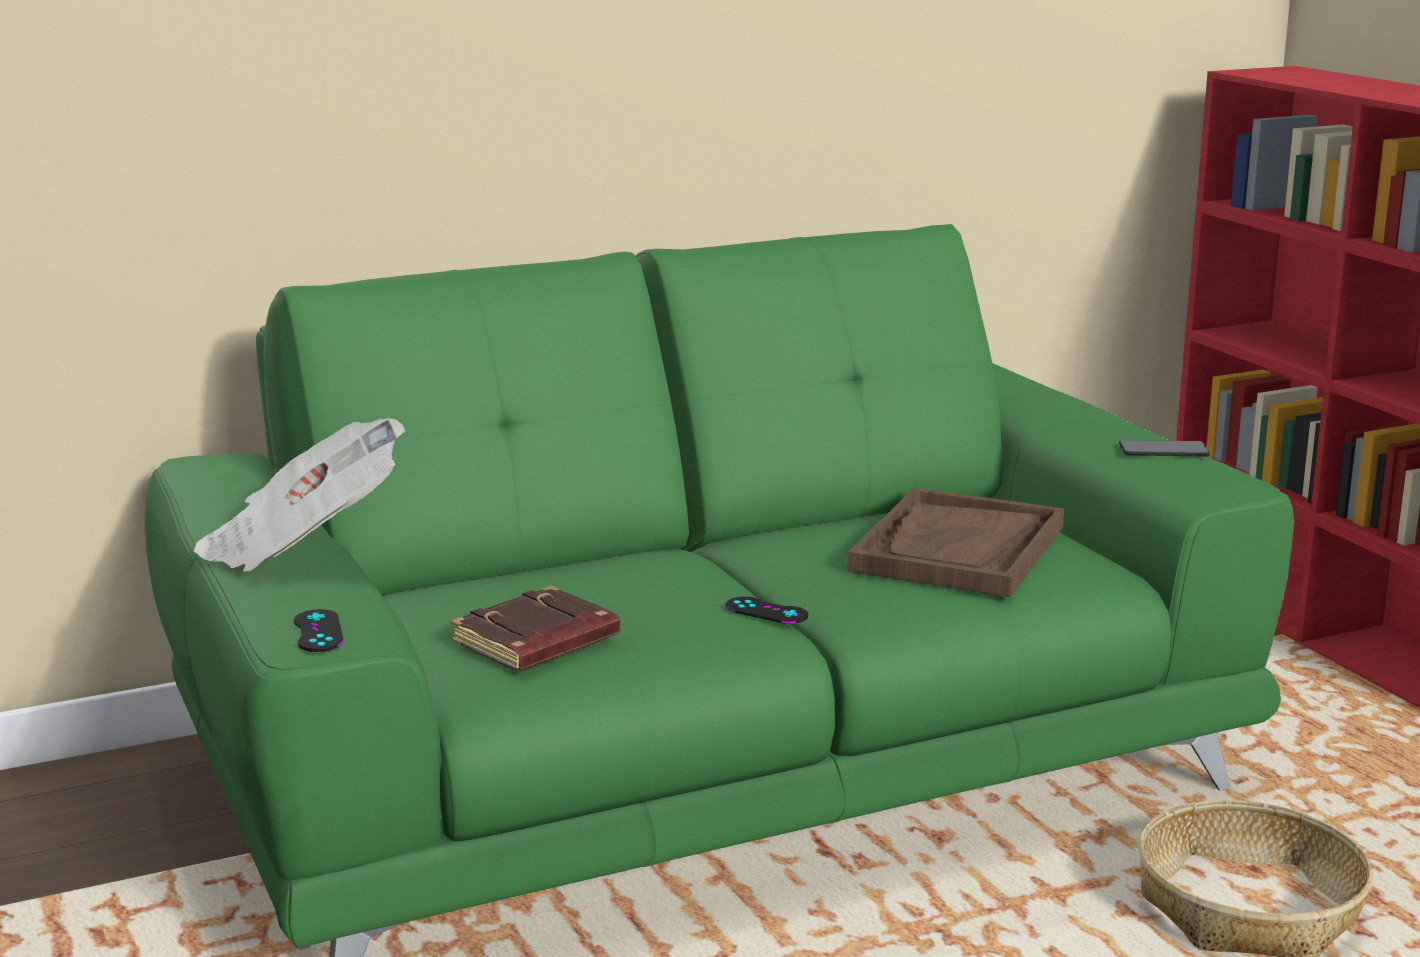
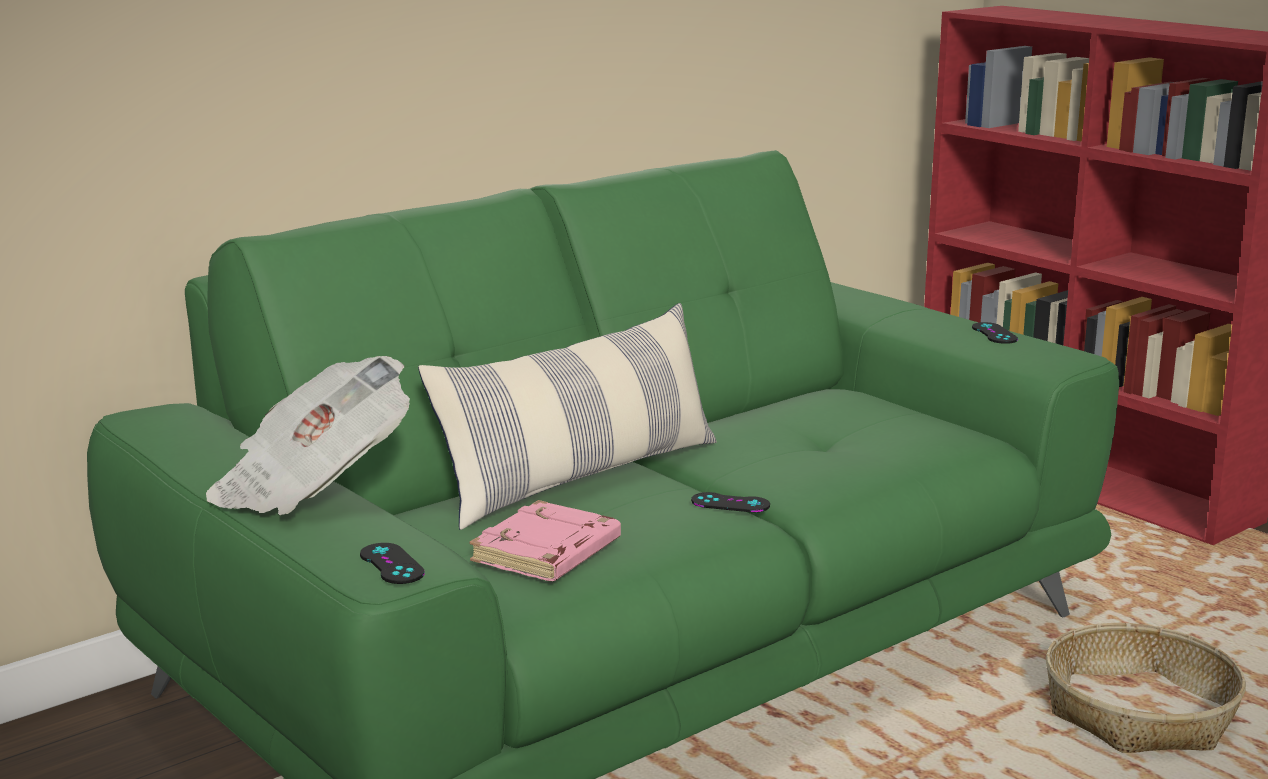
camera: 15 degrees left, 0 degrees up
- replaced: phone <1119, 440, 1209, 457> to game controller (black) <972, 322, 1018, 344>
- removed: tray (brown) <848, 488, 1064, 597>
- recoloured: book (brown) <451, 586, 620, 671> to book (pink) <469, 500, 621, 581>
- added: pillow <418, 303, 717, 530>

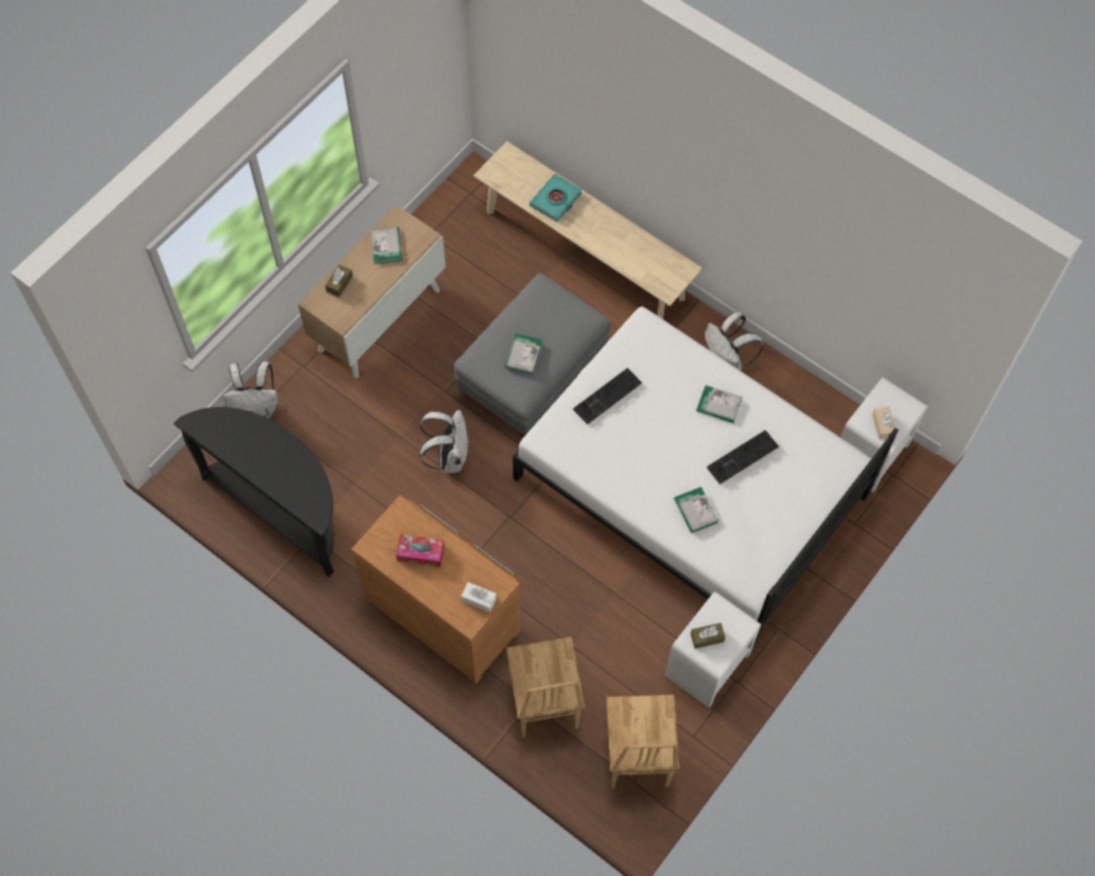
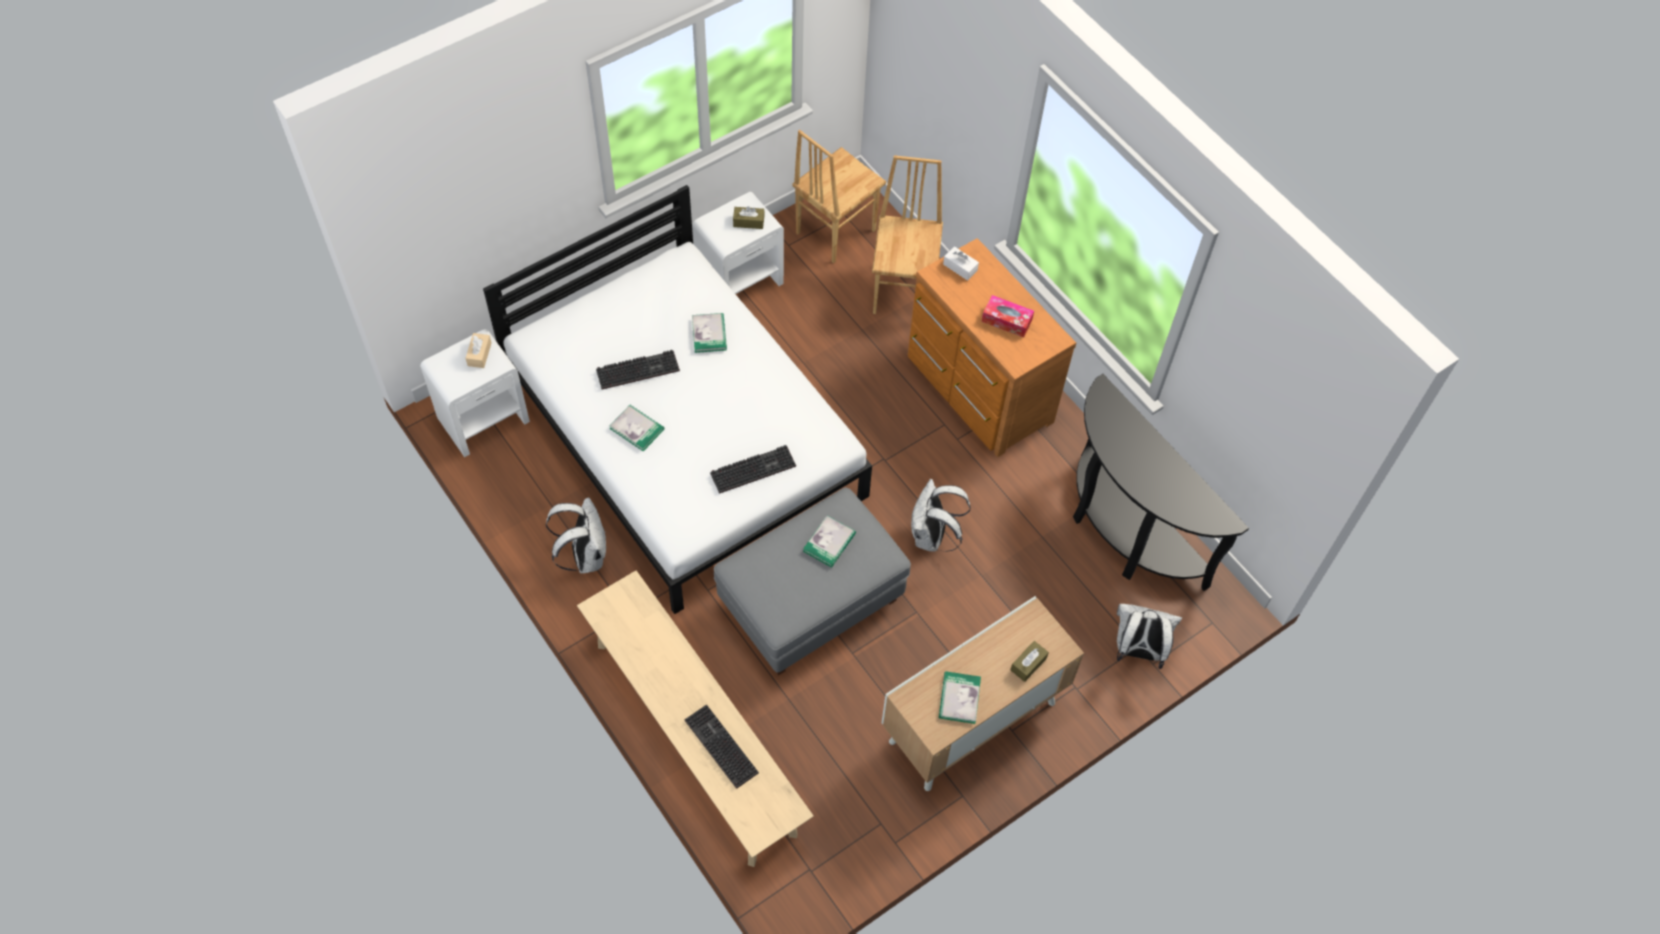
camera: 165 degrees left, 5 degrees down
- replaced: book (turquoise) <529, 174, 582, 222> to keyboard <685, 705, 759, 789>
- turned: chair (brown) <607, 695, 679, 789> = <793, 130, 886, 263> 150 degrees counterclockwise

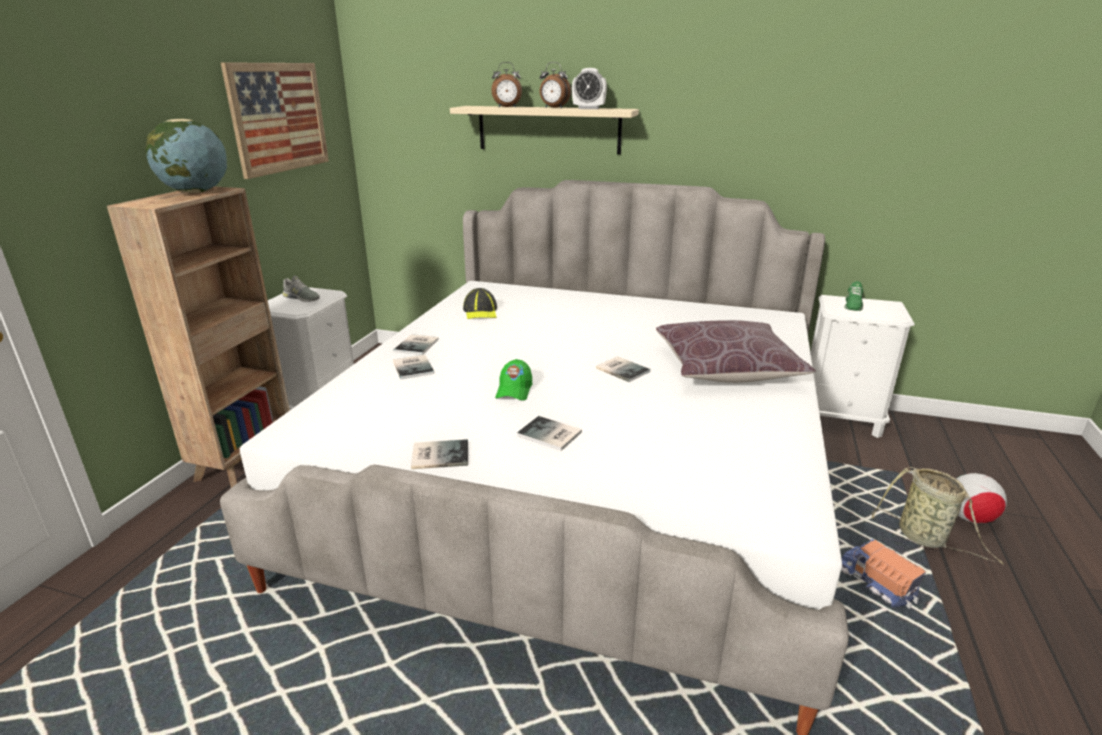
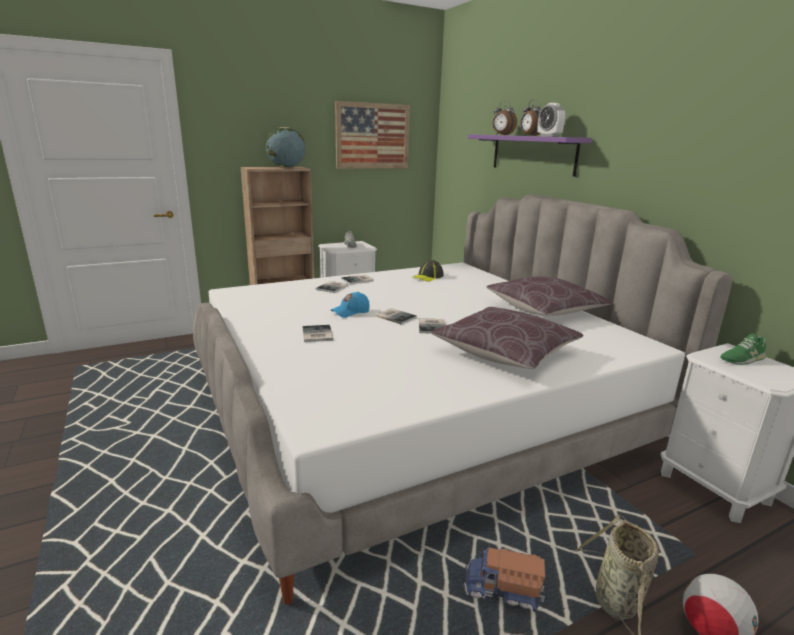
camera: 45 degrees right, 5 degrees down
- recoloured: shelf (beige) <450, 106, 639, 154> to shelf (purple) <468, 134, 592, 177>
- recoloured: cap (green) <495, 359, 532, 401> to cap (blue) <331, 292, 370, 318>
- moved: book <411, 439, 468, 469> to <376, 308, 417, 325>
- turned: toy truck <841, 539, 925, 609> = <462, 547, 545, 612> 90 degrees counterclockwise
- added: pillow (brown) <486, 276, 612, 316>

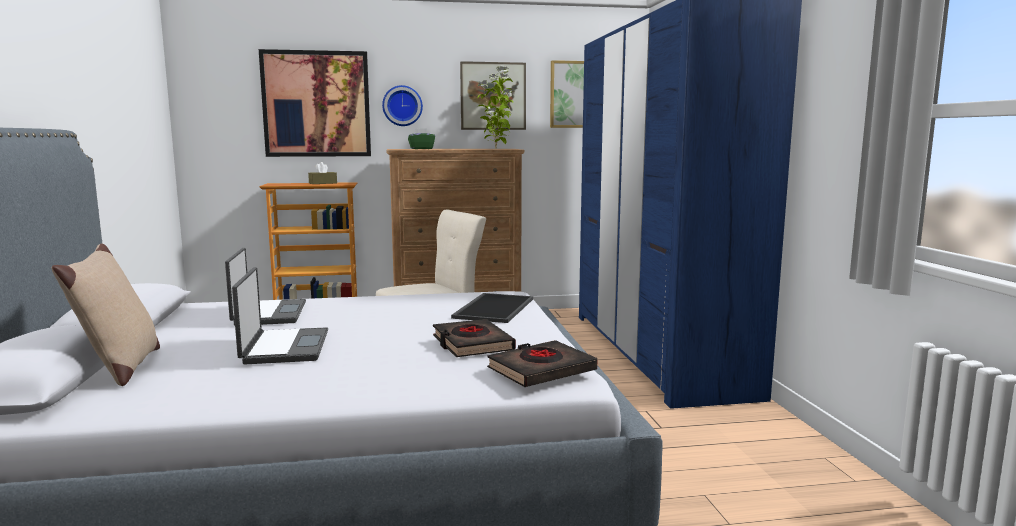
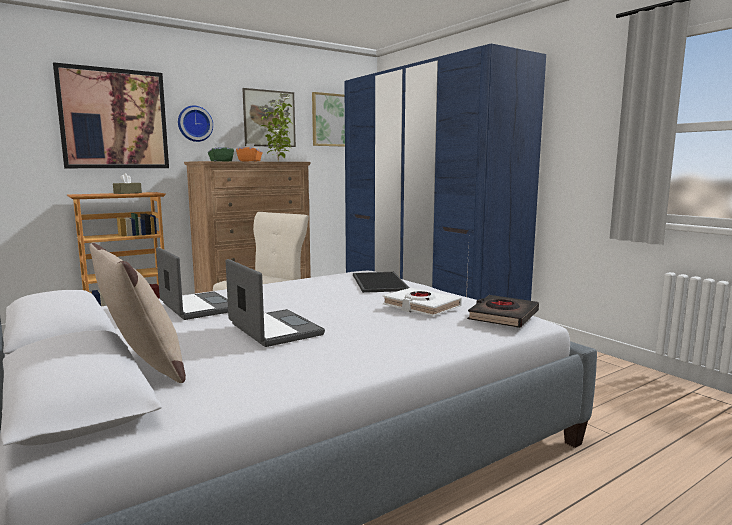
camera: 25 degrees left, 0 degrees up
- recoloured: book (black) <433, 319, 516, 357> to book (white) <383, 288, 462, 316>
- added: tissue box (orange) <236, 143, 263, 161>

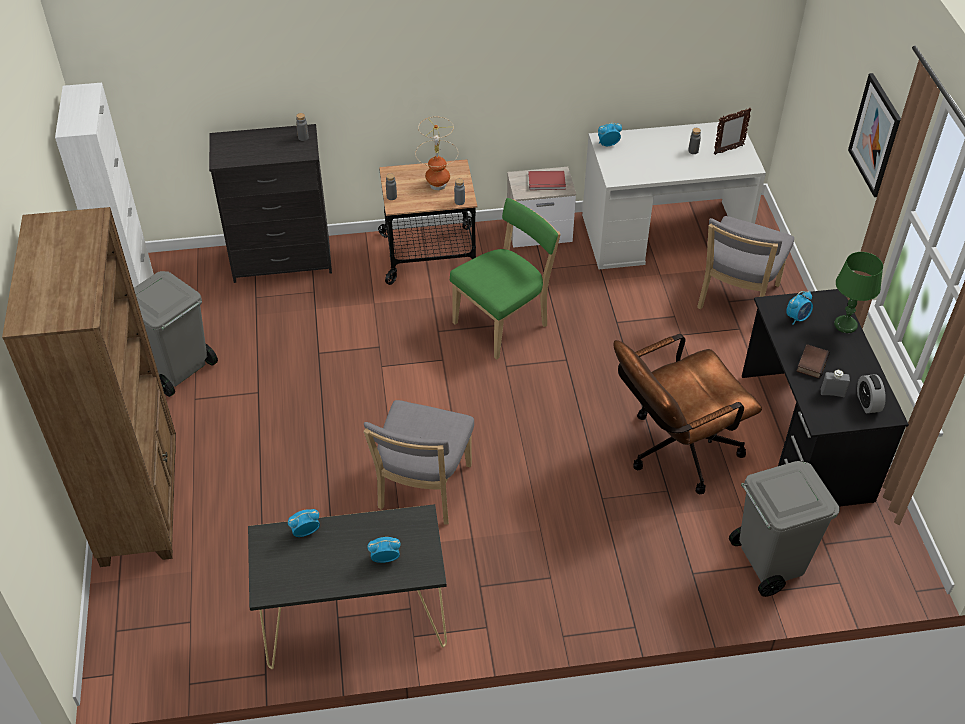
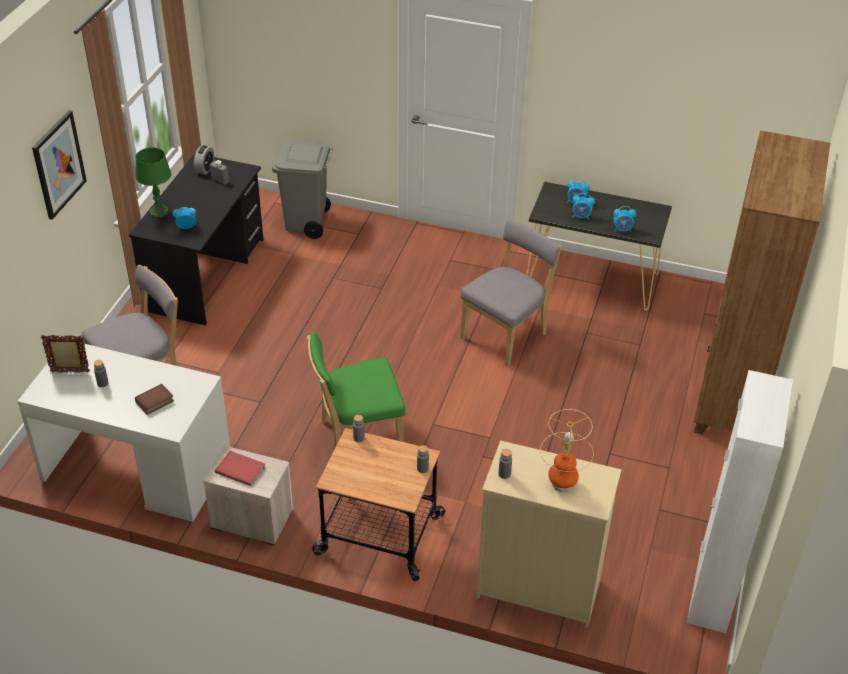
camera: 155 degrees left, 5 degrees down
- moved: table lamp <415, 117, 458, 190> to <540, 409, 594, 492>
- moved: alarm clock <598, 123, 622, 146> to <572, 193, 595, 220>
- recoloured: dresser (black) <209, 124, 332, 283> to dresser (beige) <476, 440, 621, 628>
- removed: trash can (grey) <134, 271, 218, 397>
- removed: office chair (brown) <614, 334, 762, 494>
- moved: book <797, 344, 830, 379> to <135, 384, 174, 415>

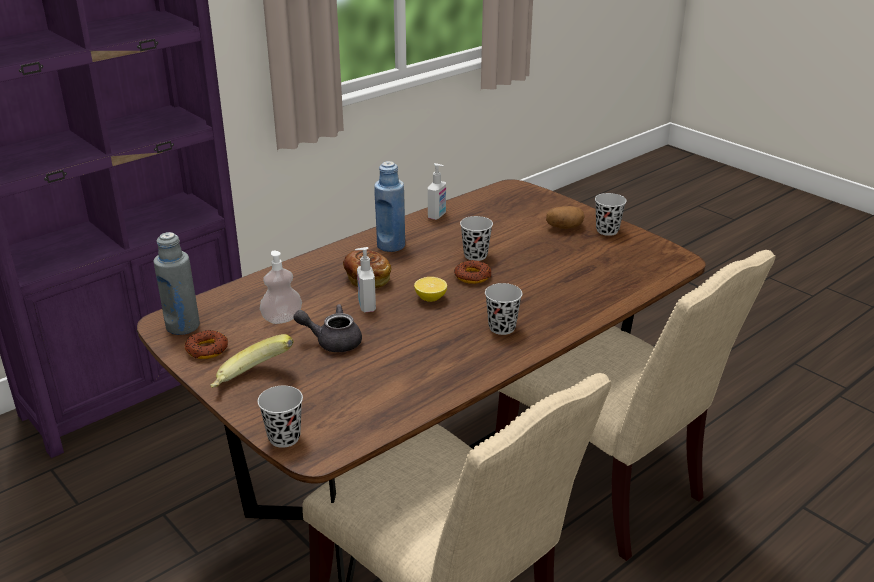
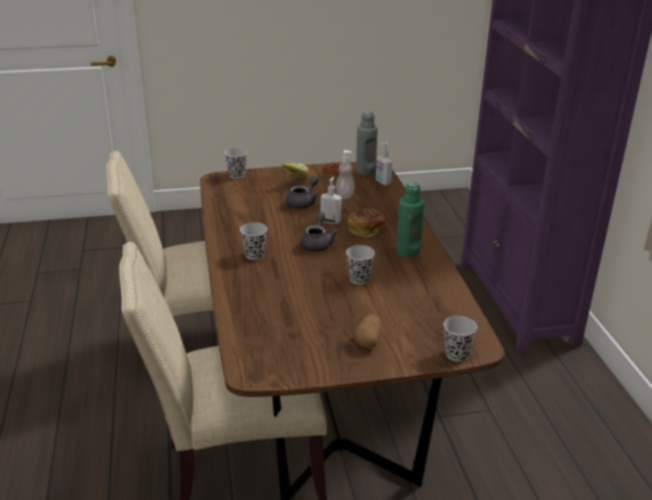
camera: 120 degrees right, 0 degrees up
- recoloured: bottle (blue) <374, 161, 405, 252> to bottle (green) <396, 182, 424, 257>
- moved: soap dispenser <428, 163, 446, 220> to <376, 142, 392, 185>
- moved: cup (black) <595, 193, 627, 236> to <444, 316, 477, 362>
- removed: donut <454, 260, 491, 284>
- replaced: lemon <414, 277, 447, 302> to teapot (grey) <300, 212, 339, 252>

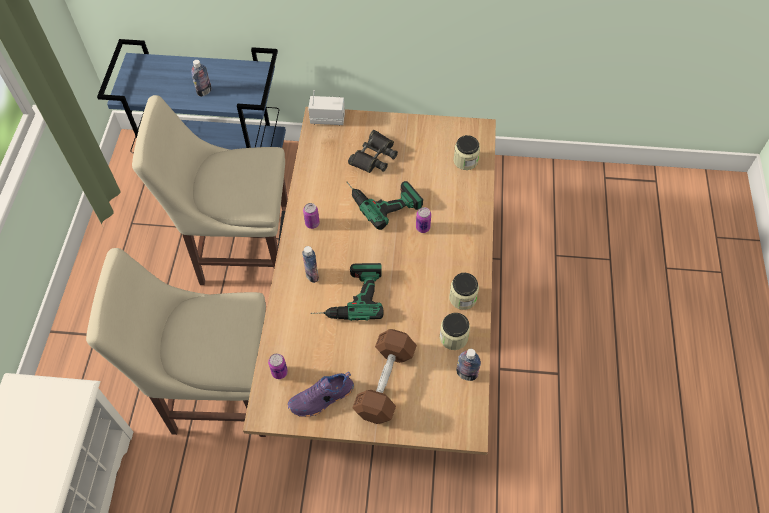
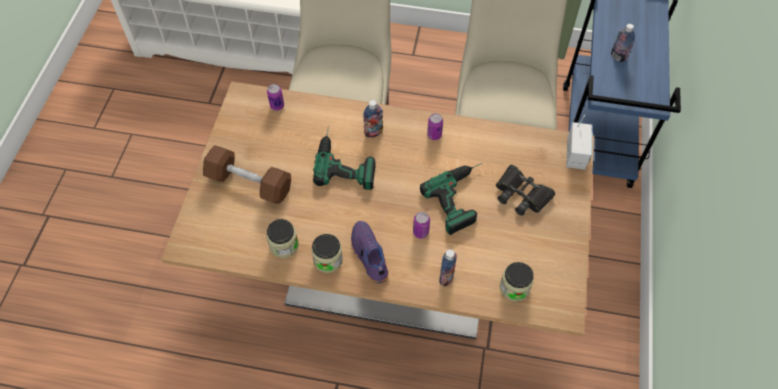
camera: 95 degrees right, 0 degrees up
- moved: bottle <456, 349, 481, 381> to <439, 249, 457, 286>
- moved: shoe (purple) <288, 372, 354, 417> to <351, 221, 389, 283>

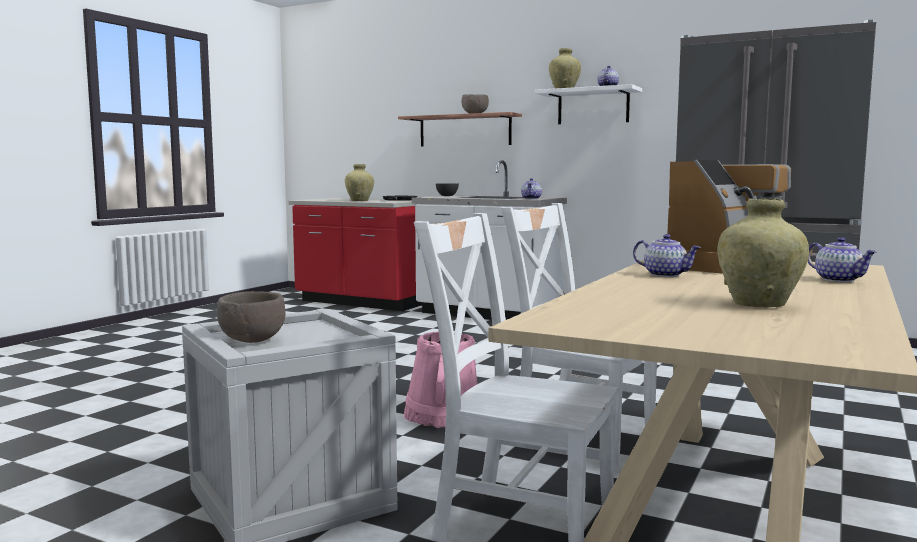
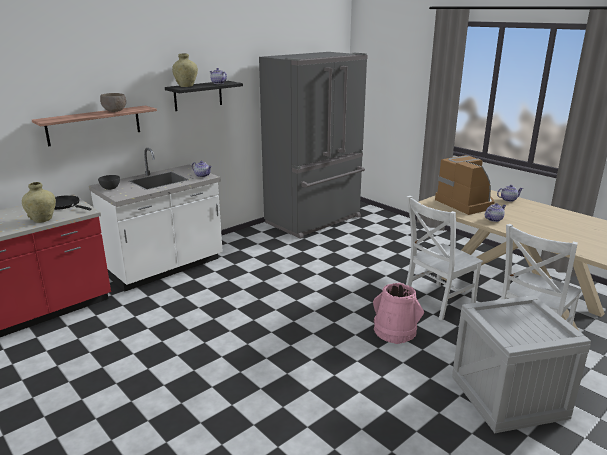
camera: 70 degrees left, 15 degrees up
- recoloured: shelf (white) <535, 84, 642, 124> to shelf (black) <165, 81, 243, 111>
- removed: vase (beige) <718, 198, 809, 308>
- removed: bowl (brown) <217, 291, 286, 343>

